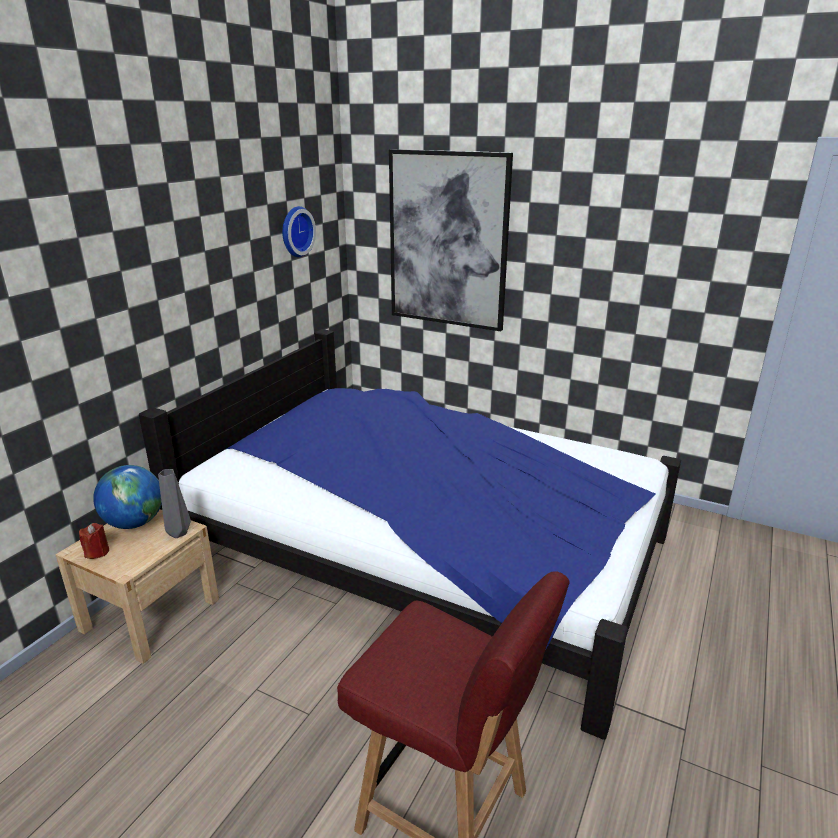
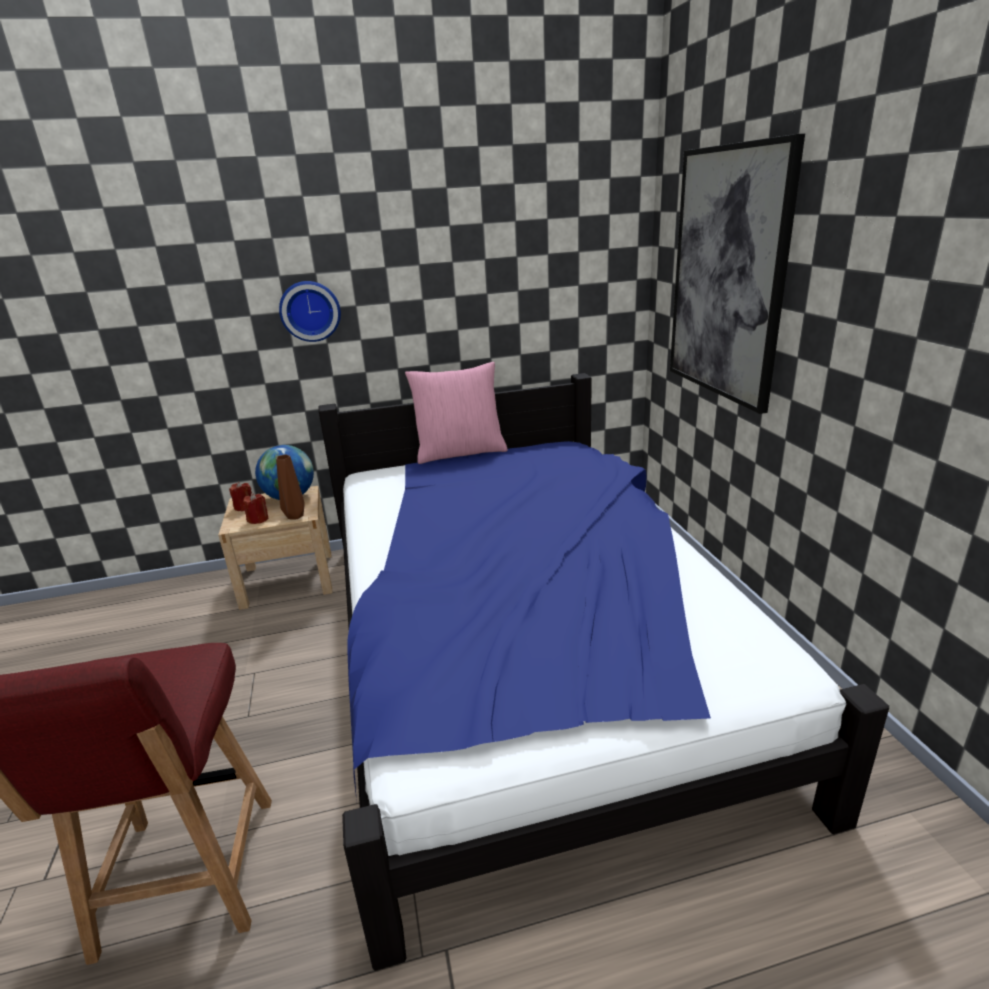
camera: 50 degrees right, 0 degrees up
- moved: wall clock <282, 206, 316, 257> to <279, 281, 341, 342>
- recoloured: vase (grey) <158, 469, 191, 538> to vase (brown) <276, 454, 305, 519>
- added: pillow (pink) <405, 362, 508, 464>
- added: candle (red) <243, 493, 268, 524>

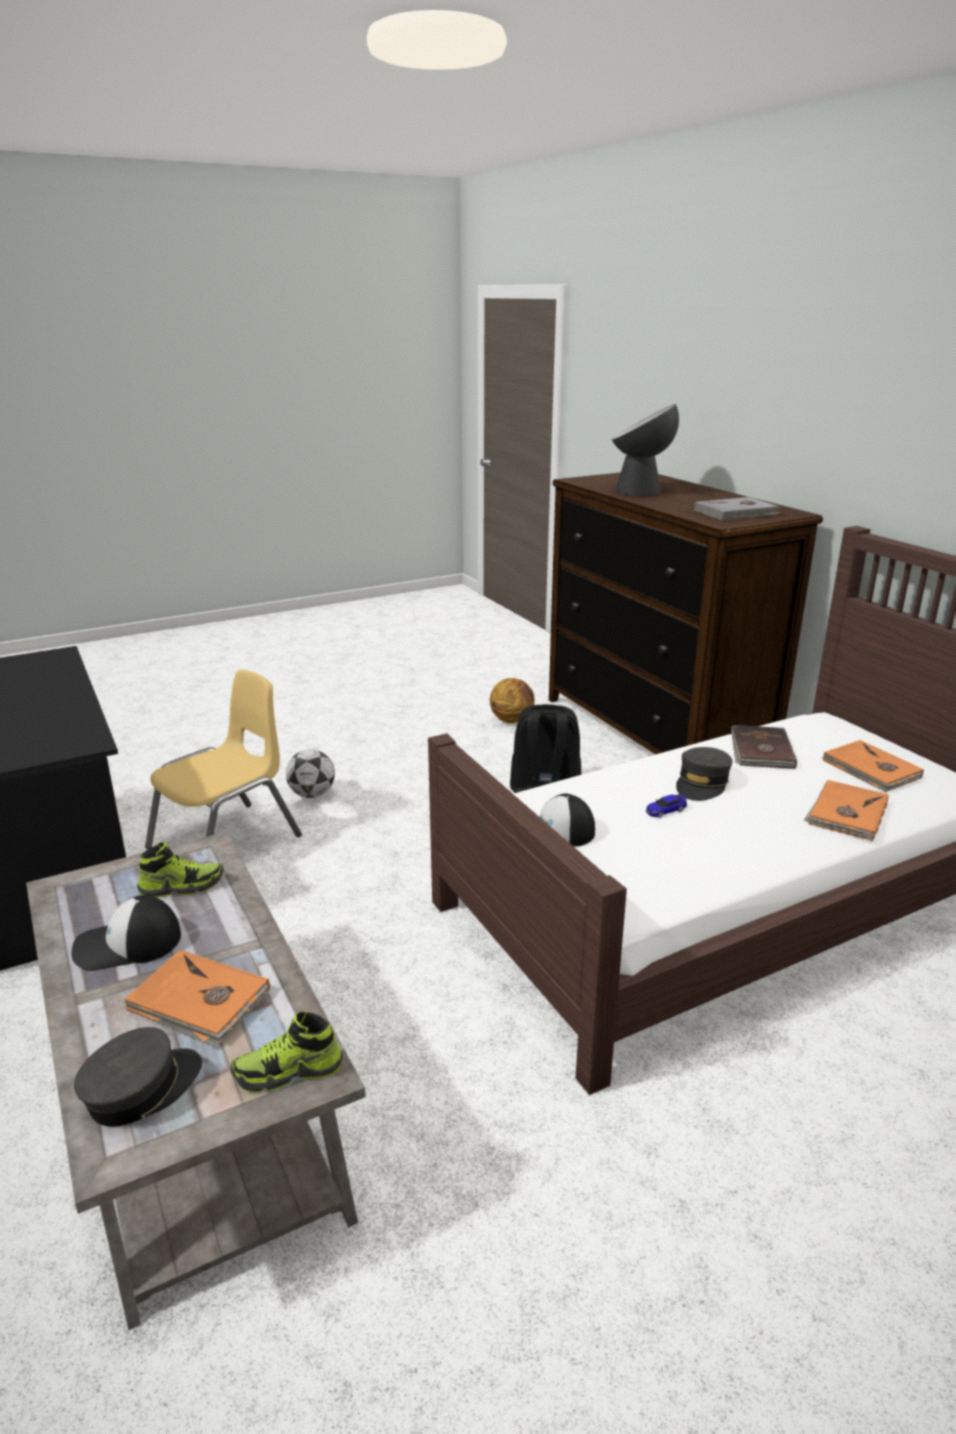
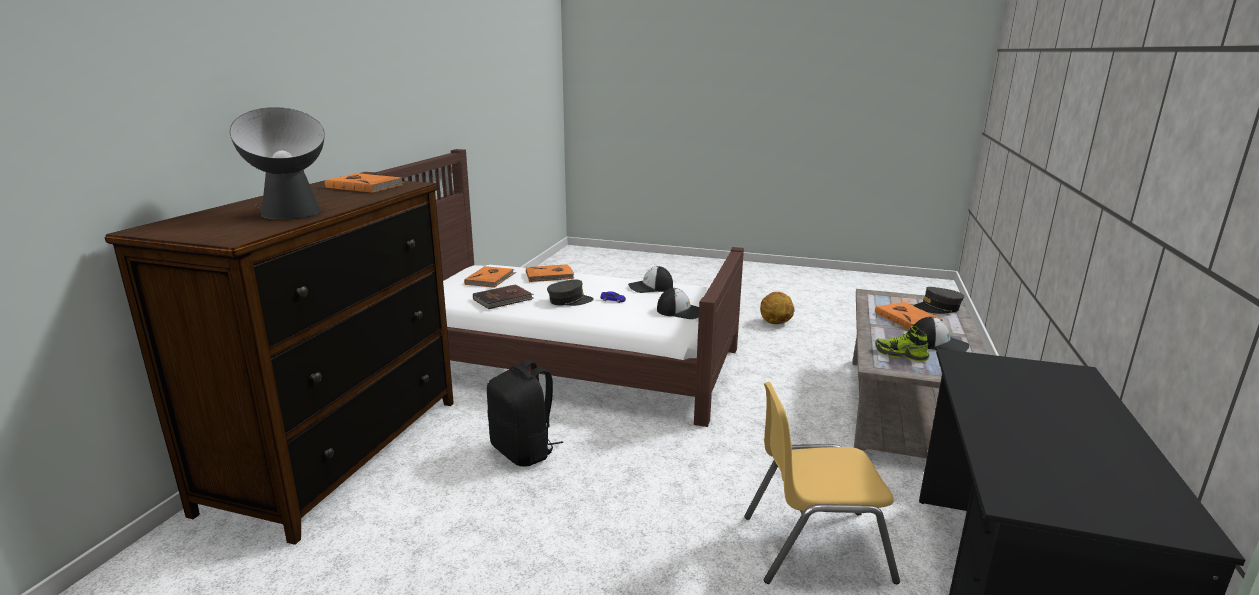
camera: 135 degrees left, 5 degrees down
- recoloured: book (grey) <694, 497, 781, 520> to book (orange) <325, 173, 403, 193>
- moved: basketball <490, 678, 535, 723> to <760, 292, 795, 324>
- removed: football <286, 749, 335, 798>
- removed: shoe <230, 1011, 343, 1093>
- added: cap <628, 266, 673, 293>

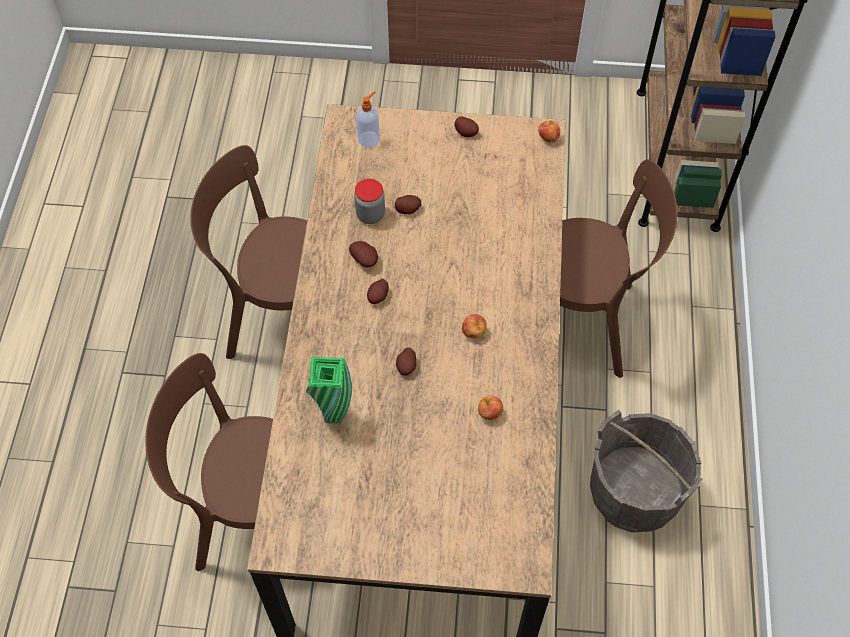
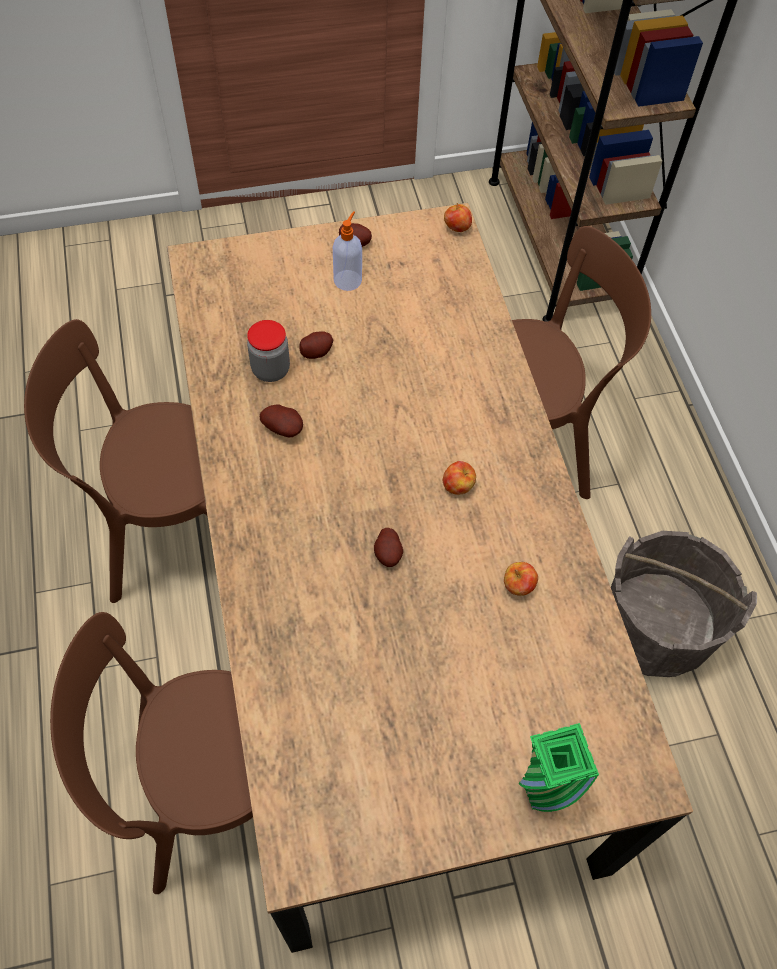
camera: 20 degrees left, 0 degrees up
- moved: soap dispenser <356, 91, 380, 148> to <333, 211, 362, 291>
- removed: potato <367, 279, 389, 304>
- moved: vase (green) <306, 357, 352, 423> to <519, 723, 599, 812>

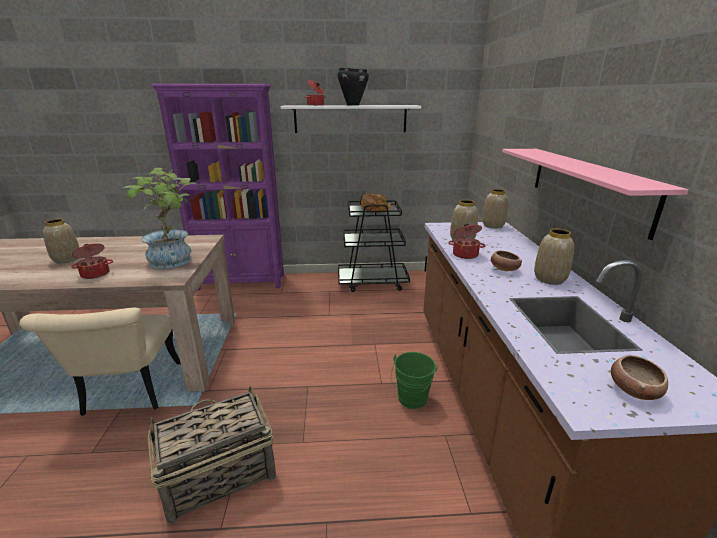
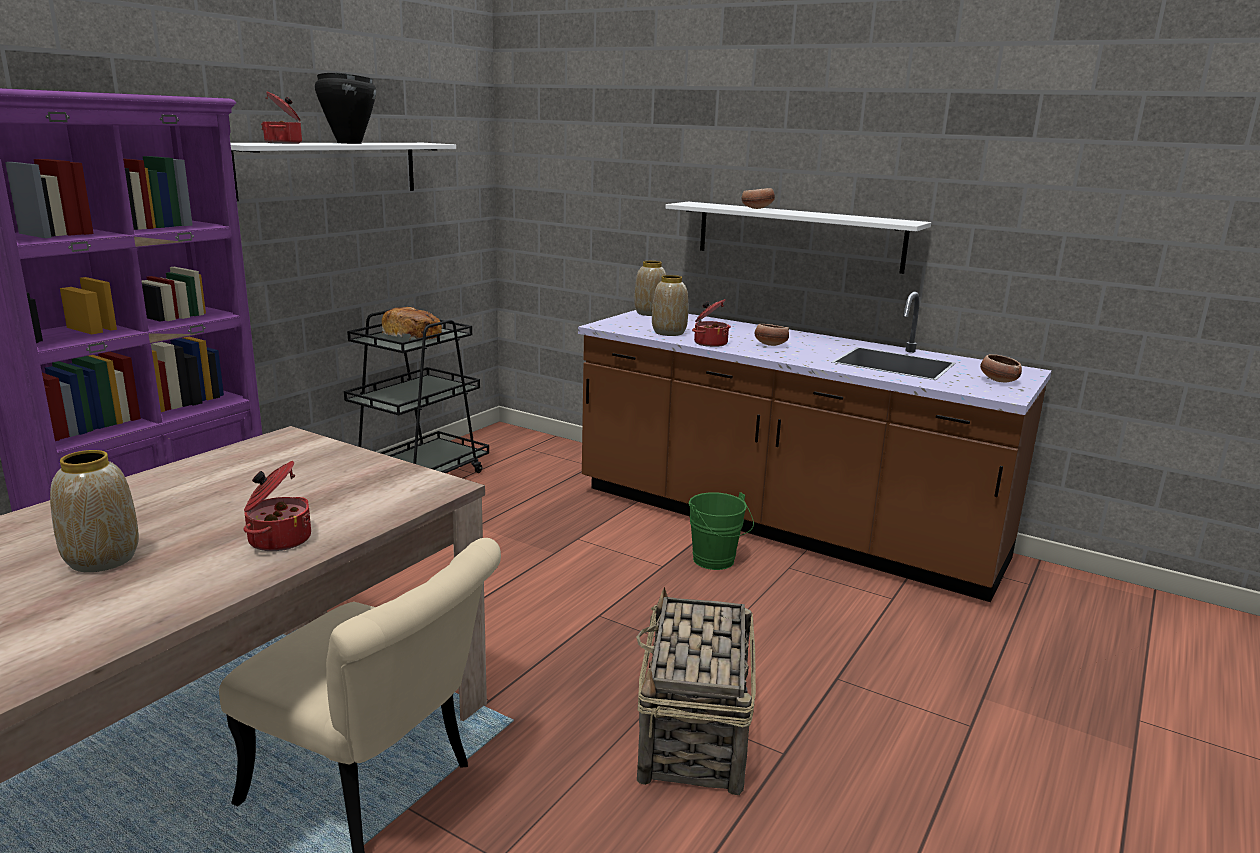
camera: 55 degrees left, 5 degrees down
- recoloured: shelf (pink) <502, 149, 689, 240> to shelf (white) <666, 202, 931, 274>
- removed: potted plant <123, 168, 201, 269>
- removed: vase <534, 229, 574, 285>
- added: bowl <742, 188, 775, 209>

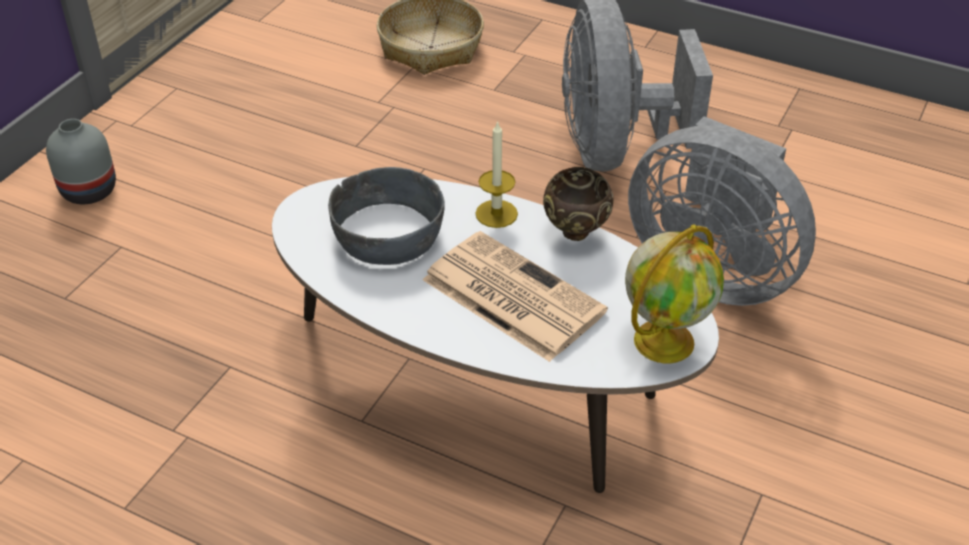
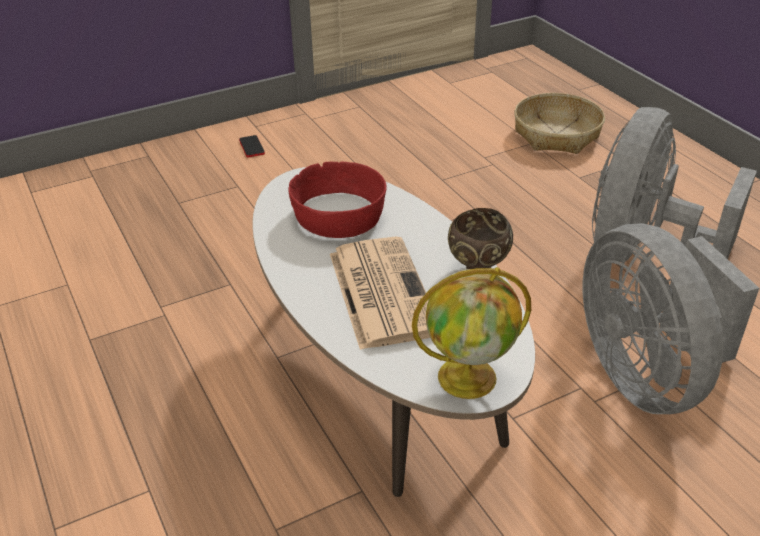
camera: 35 degrees right, 5 degrees down
- replaced: vase (grey) <46, 119, 116, 204> to phone <239, 135, 265, 157>
- removed: candle <475, 120, 518, 228>
- recoloured: bowl (grey) <328, 167, 445, 265> to bowl (red) <288, 161, 387, 238>

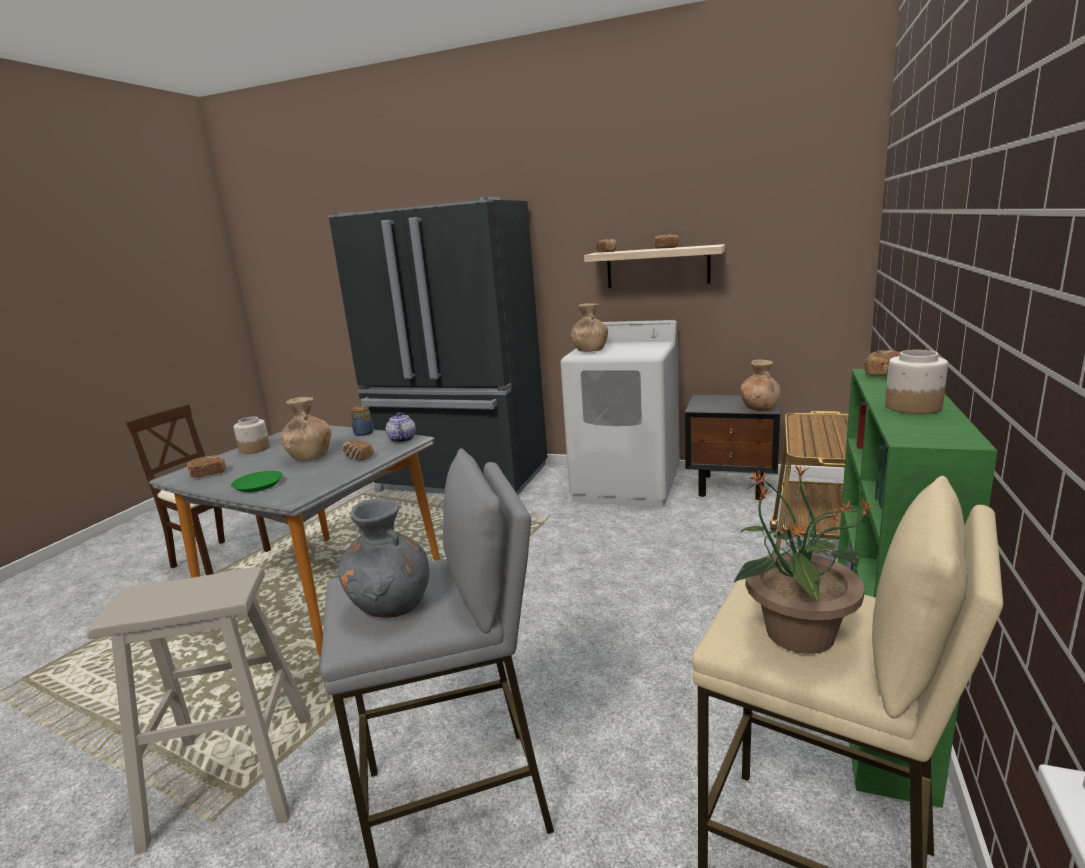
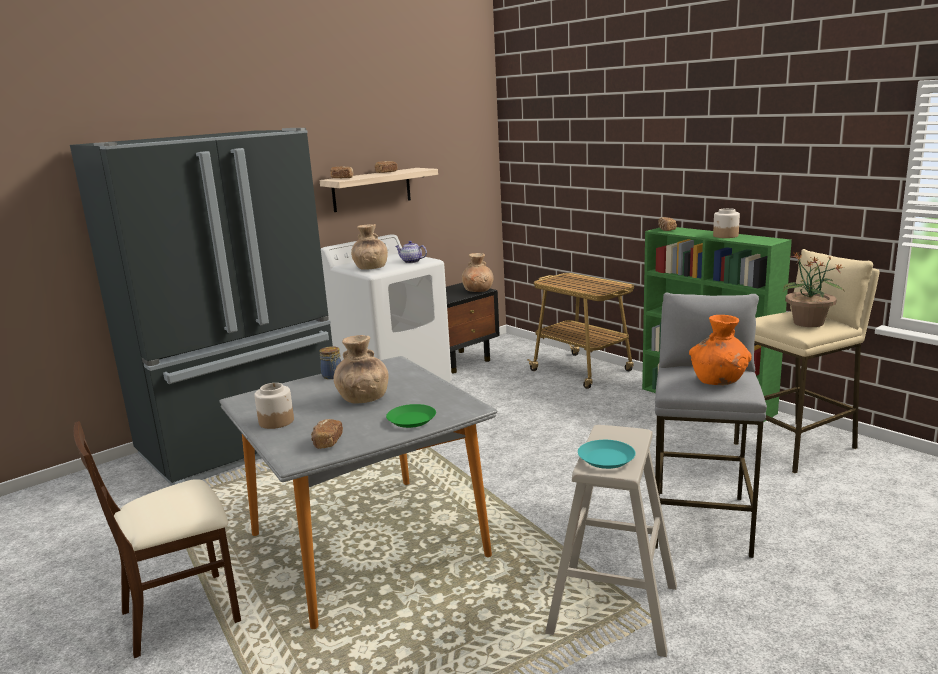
camera: 60 degrees left, 0 degrees up
- moved: teapot <386, 412, 416, 443> to <395, 241, 427, 263>
- removed: bread <342, 440, 374, 460>
- recoloured: vase (grey) <338, 499, 429, 618> to vase (orange) <689, 315, 752, 385>
- added: plate (turquoise) <578, 440, 636, 469>

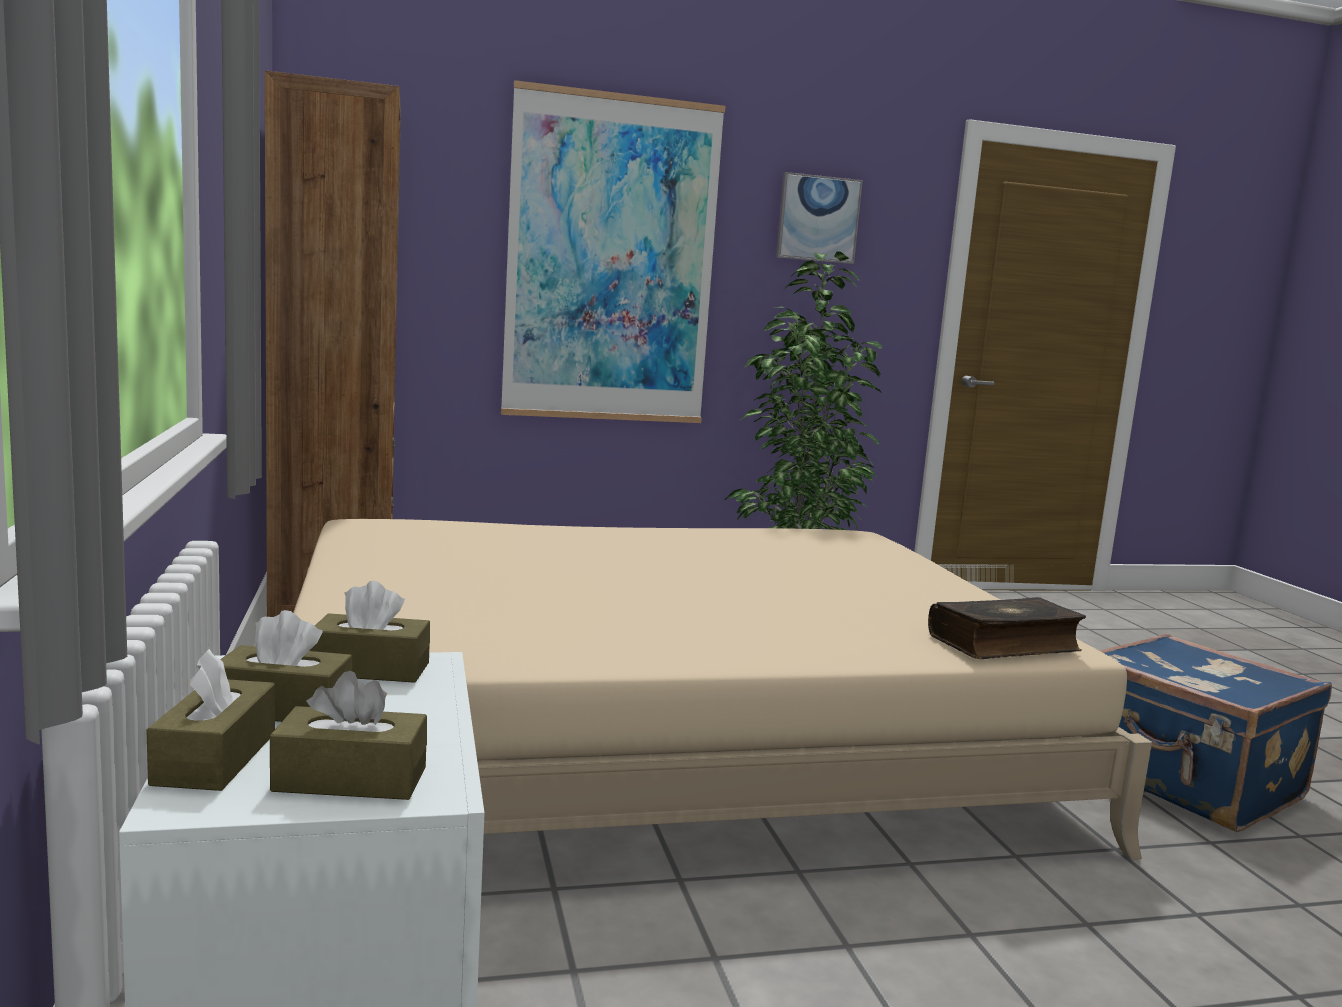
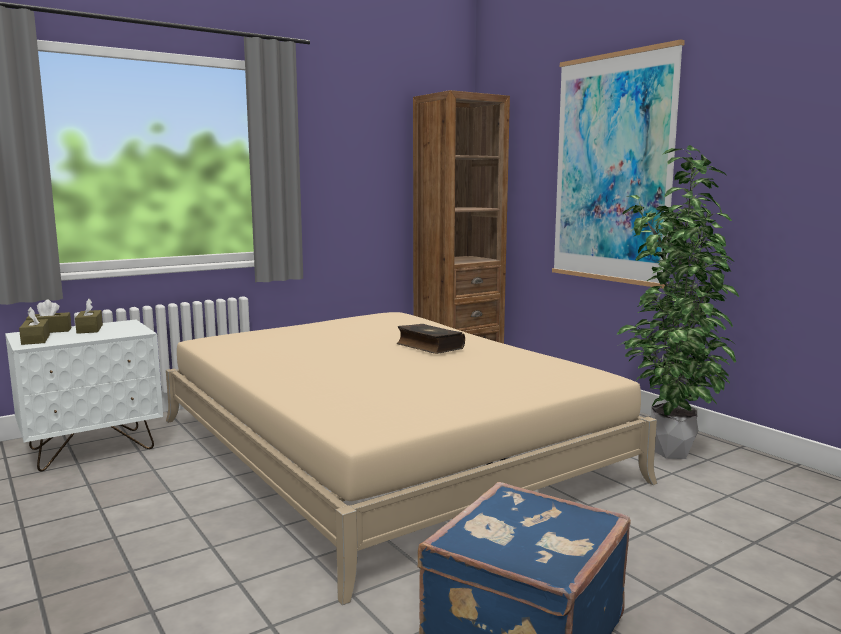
camera: 70 degrees right, 0 degrees up
- removed: picture <776, 172, 863, 264>
- removed: tissue box (brown) <309, 581, 430, 683>
- moved: book <928, 597, 1086, 659> to <397, 324, 465, 354>

